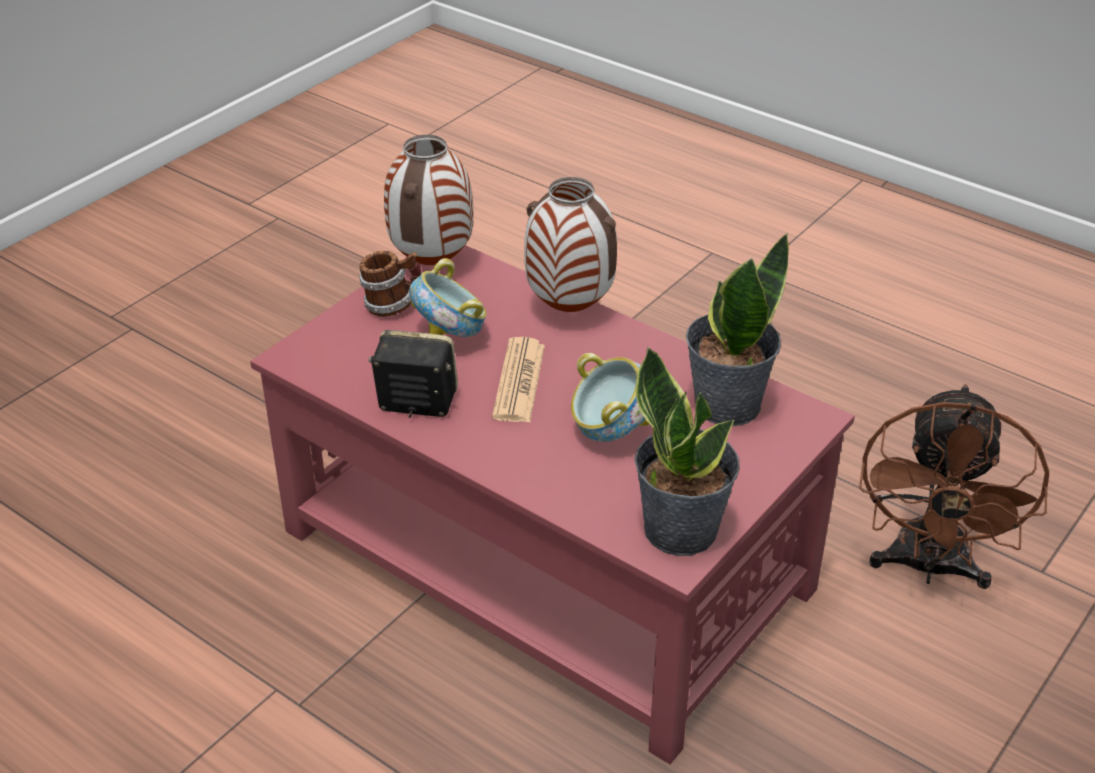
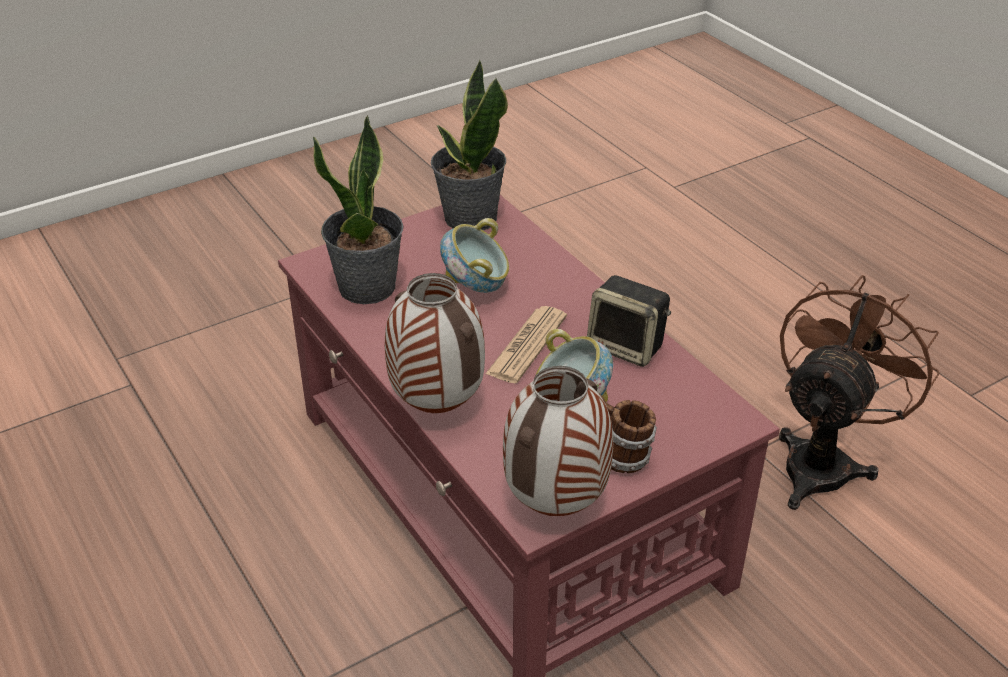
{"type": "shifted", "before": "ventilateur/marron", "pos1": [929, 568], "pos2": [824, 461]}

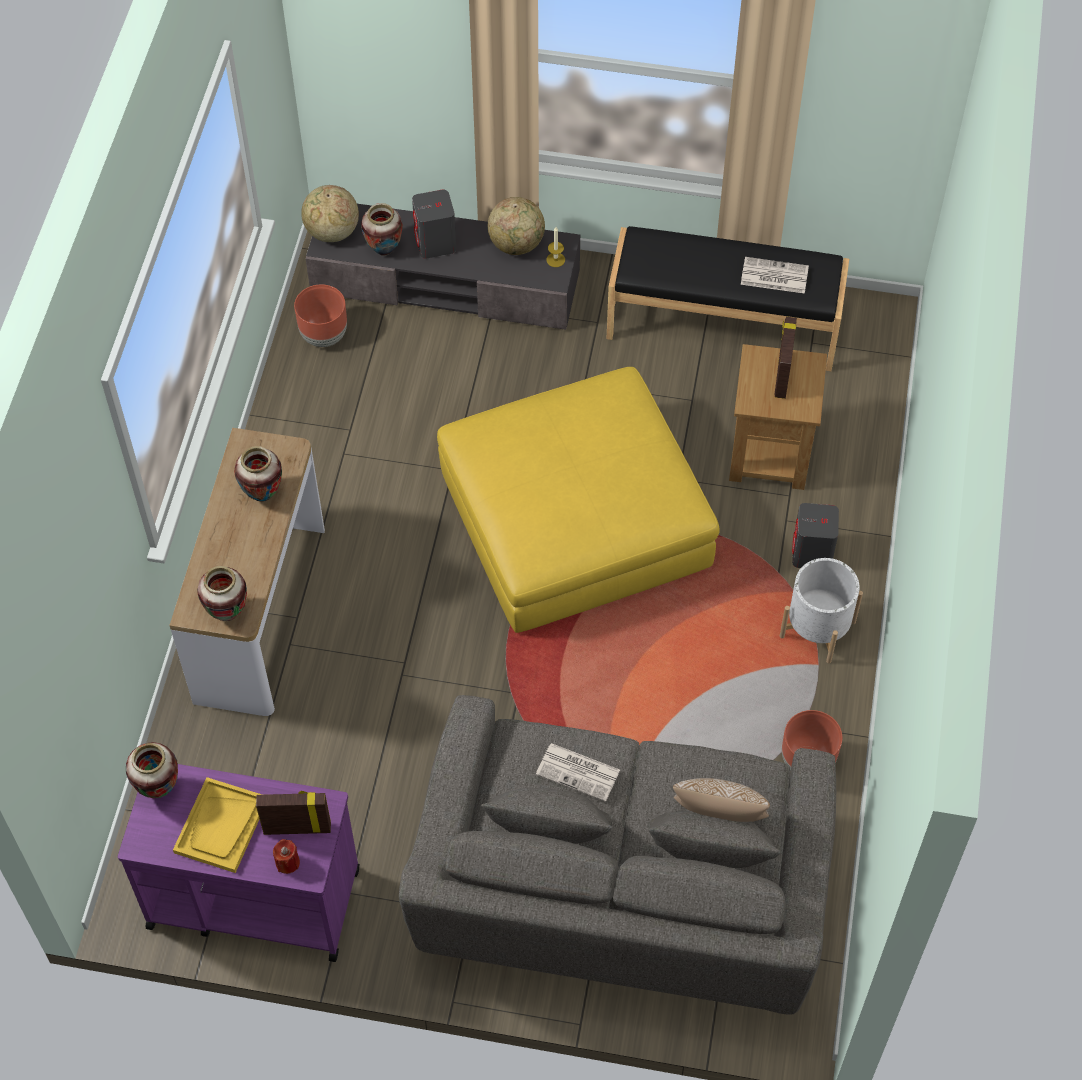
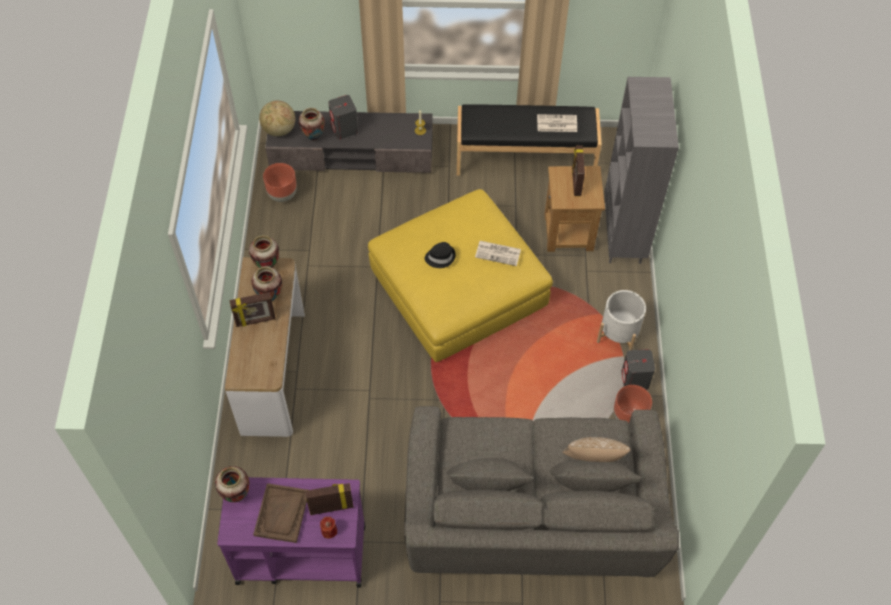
{"type": "gone", "before": "globe", "pos1": [516, 244]}
{"type": "shifted", "before": "enceinte/gris", "pos1": [812, 553], "pos2": [635, 380]}
{"type": "shifted", "before": "vase", "pos1": [228, 613], "pos2": [267, 266]}
{"type": "shifted", "before": "journal", "pos1": [579, 772], "pos2": [498, 253]}
{"type": "repainted", "before": "plateau/jaune", "after": "plateau/marron", "pos1": [221, 826], "pos2": [282, 514]}
{"type": "new", "after": "bibliothèque/gris", "pos2": [624, 236]}
{"type": "new", "after": "chapeau/noir", "pos2": [440, 257]}
{"type": "new", "after": "cadre photo", "pos2": [255, 321]}

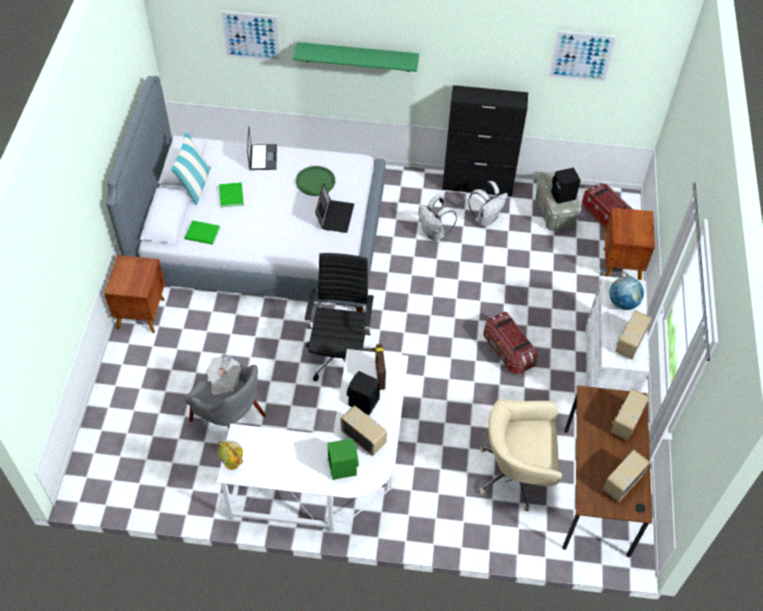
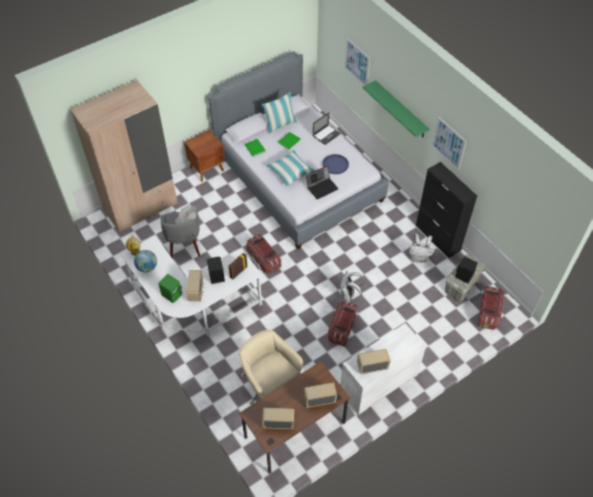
{"type": "shifted", "before": "tableau", "pos1": [581, 56], "pos2": [448, 143]}
{"type": "repainted", "before": "plateau/vert", "after": "plateau/bleu", "pos1": [315, 181], "pos2": [335, 164]}
{"type": "shifted", "before": "sac à dos/blanc", "pos1": [434, 234], "pos2": [349, 295]}
{"type": "gone", "before": "table de chevet/marron", "pos1": [620, 266]}
{"type": "swapped", "before": "chaise de bureau/noir", "after": "boîte de rangement", "pos1": [340, 354], "pos2": [263, 259]}
{"type": "shifted", "before": "globe", "pos1": [623, 303], "pos2": [147, 267]}
{"type": "new", "after": "armoire/beige", "pos2": [140, 207]}
{"type": "new", "after": "coussin", "pos2": [290, 171]}

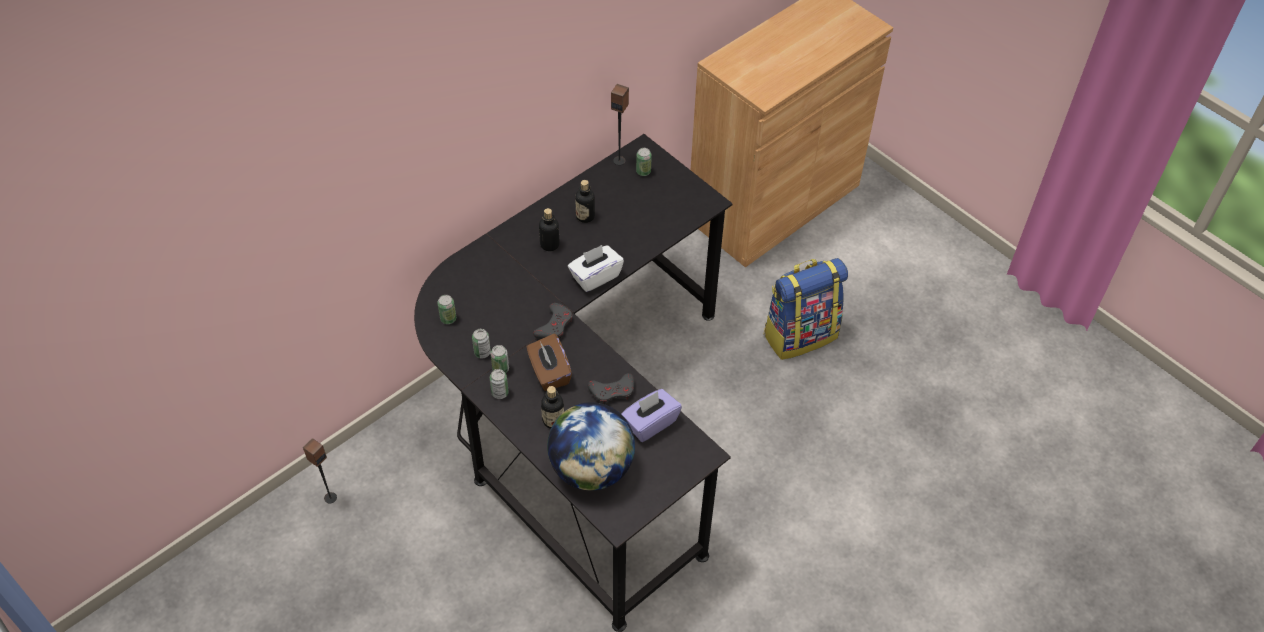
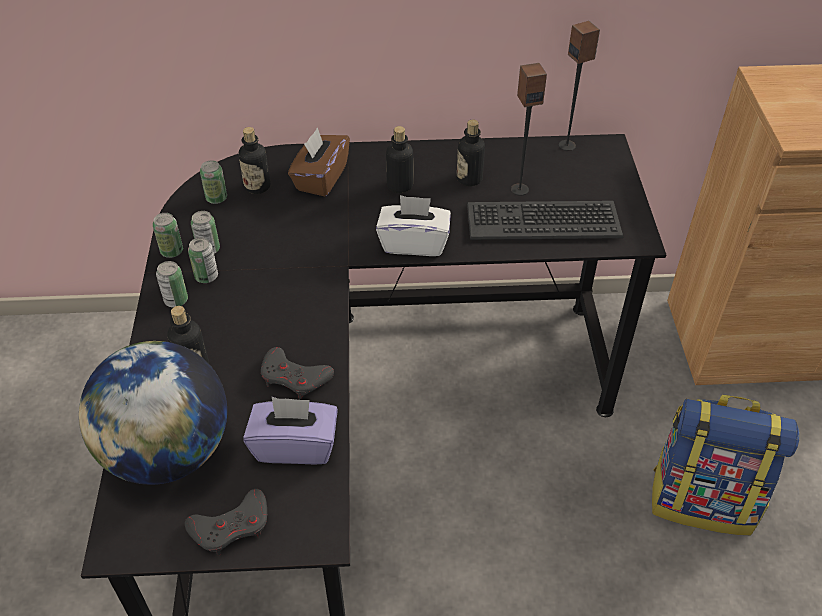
{"type": "shifted", "before": "boîte métallique", "pos1": [643, 171], "pos2": [172, 251]}
{"type": "shifted", "before": "manette/gris", "pos1": [554, 325], "pos2": [231, 526]}
{"type": "shifted", "before": "boîte à mouchoirs/marron", "pos1": [549, 373], "pos2": [320, 178]}
{"type": "shifted", "before": "enceinte", "pos1": [330, 497], "pos2": [519, 189]}
{"type": "new", "after": "bouteille", "pos2": [257, 186]}
{"type": "new", "after": "clavier", "pos2": [543, 220]}

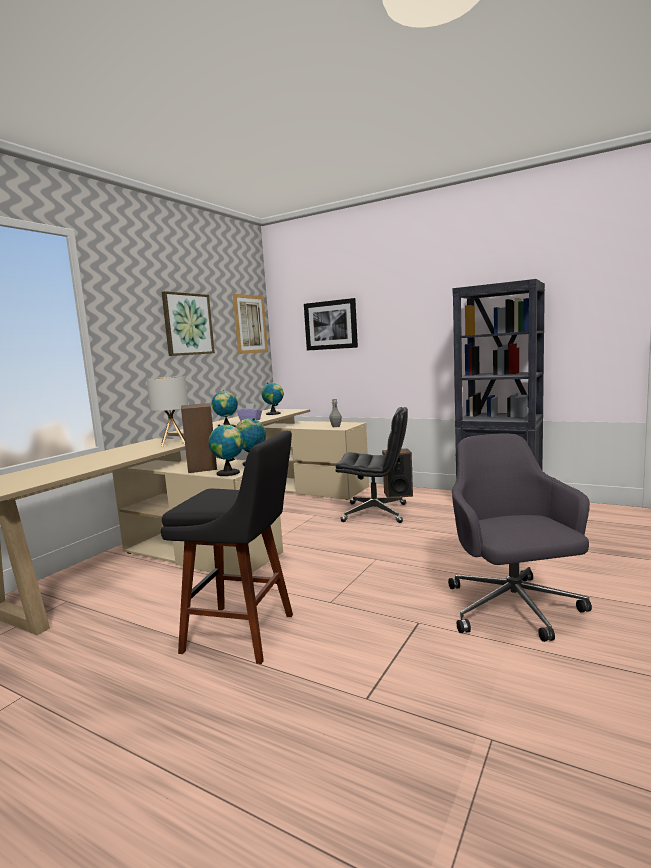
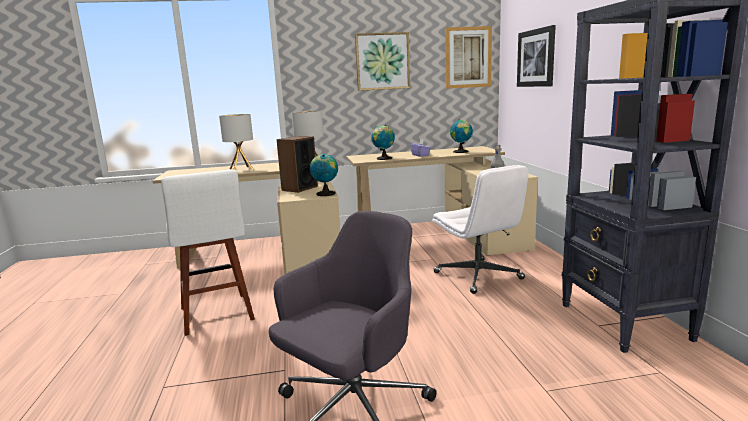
{"type": "repainted", "before": "chaise de bureau/noir", "after": "chaise de bureau/blanc", "pos1": [376, 513], "pos2": [478, 276]}
{"type": "gone", "before": "globe", "pos1": [229, 473]}
{"type": "repainted", "before": "tabouret/noir", "after": "tabouret/blanc", "pos1": [244, 634], "pos2": [217, 315]}
{"type": "gone", "before": "enceinte", "pos1": [398, 494]}
{"type": "new", "after": "lampe de table", "pos2": [241, 169]}

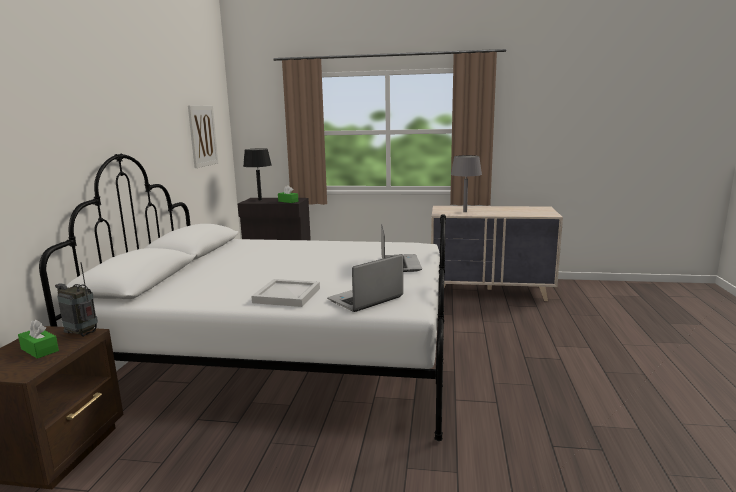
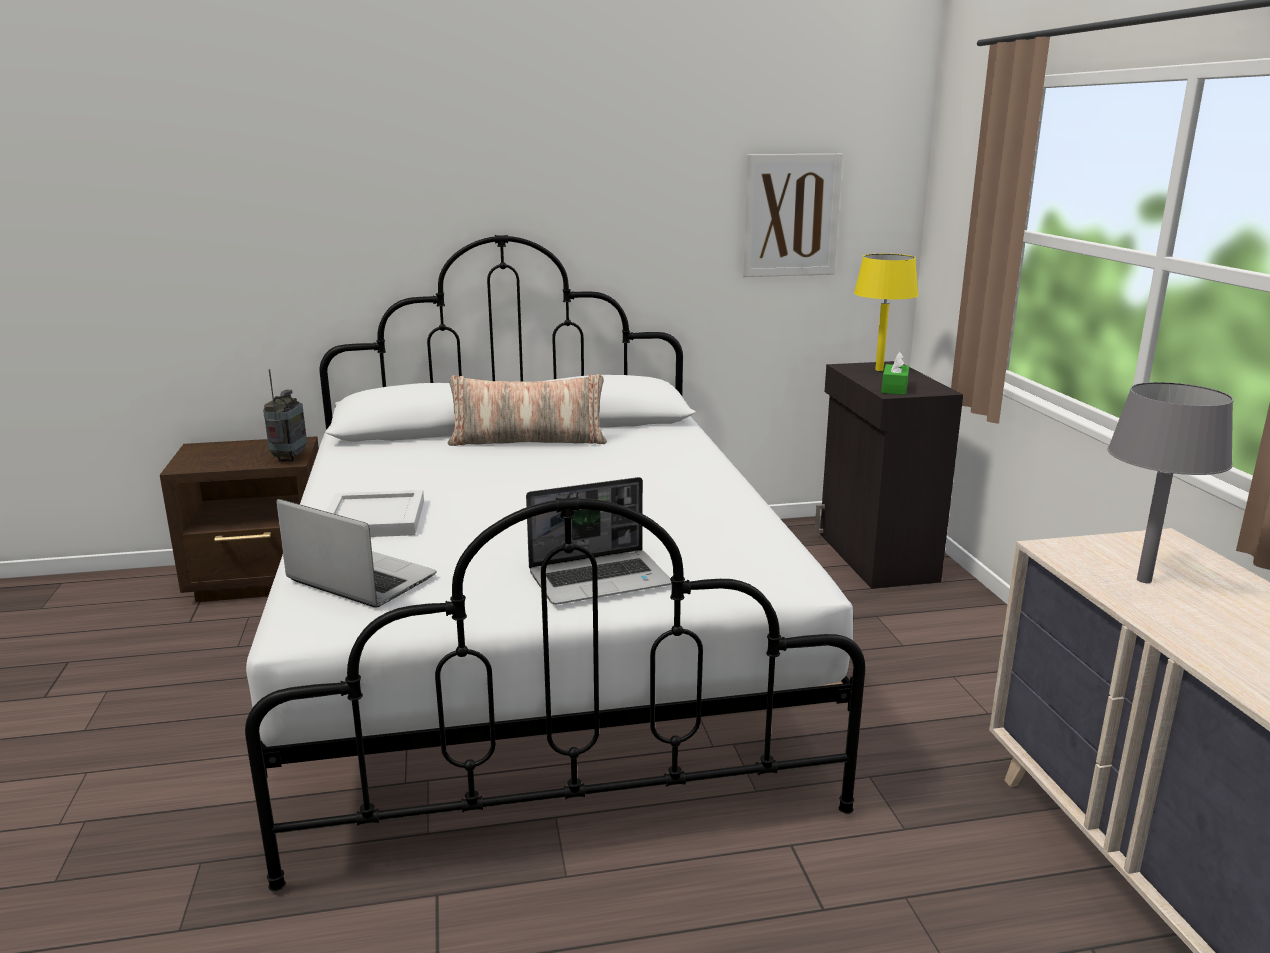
{"type": "repainted", "before": "lampe de table/noir", "after": "lampe de table/jaune", "pos1": [260, 200], "pos2": [879, 370]}
{"type": "gone", "before": "boîte à mouchoirs/vert", "pos1": [39, 350]}
{"type": "new", "after": "coussin", "pos2": [528, 441]}

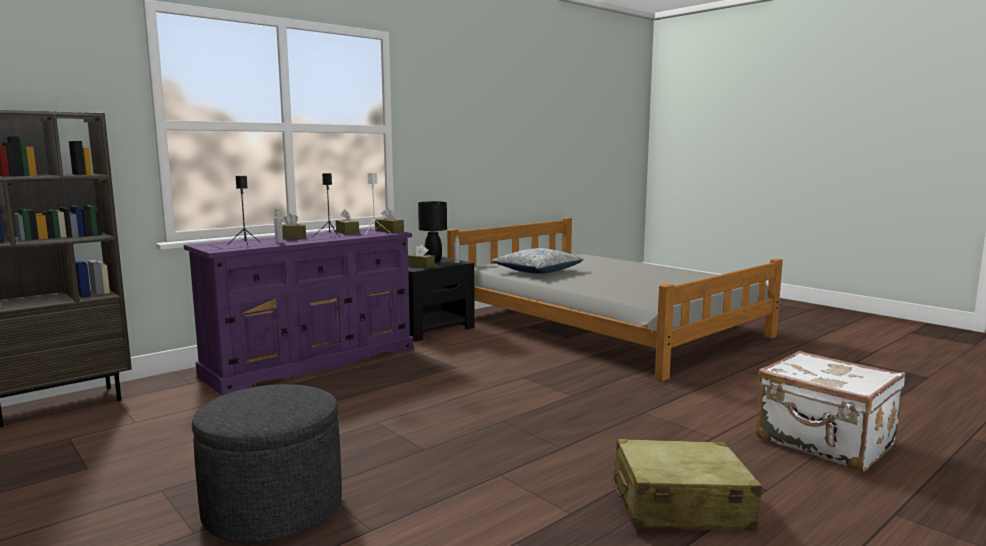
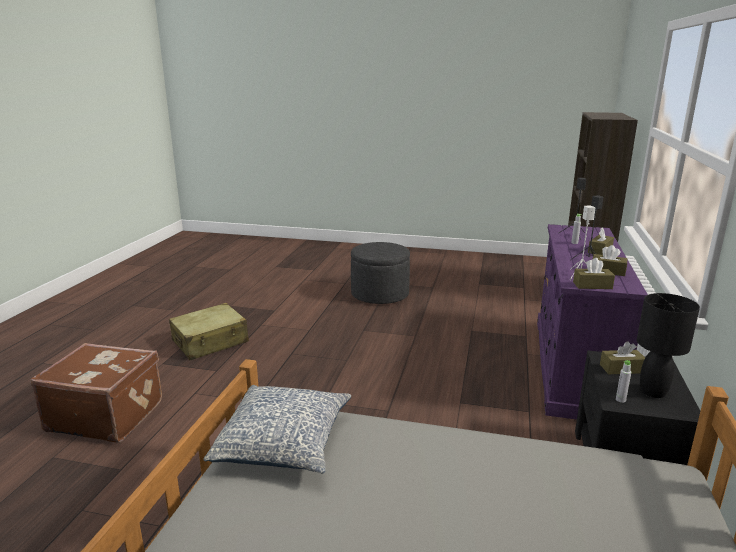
{"type": "shifted", "before": "coussin", "pos1": [538, 271], "pos2": [284, 442]}
{"type": "repainted", "before": "valise/blanc", "after": "valise/marron", "pos1": [824, 443], "pos2": [107, 415]}

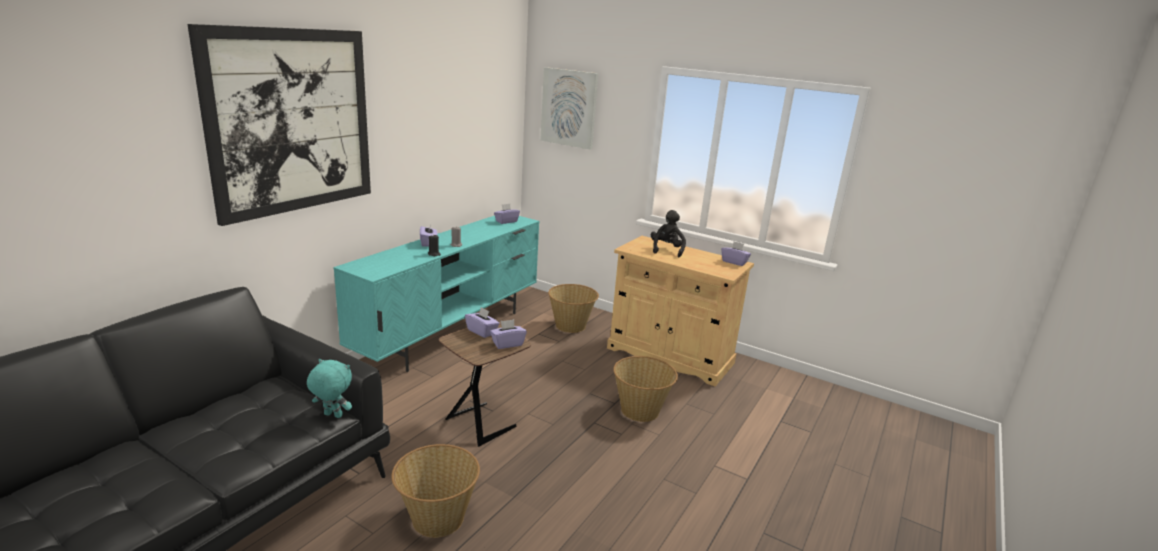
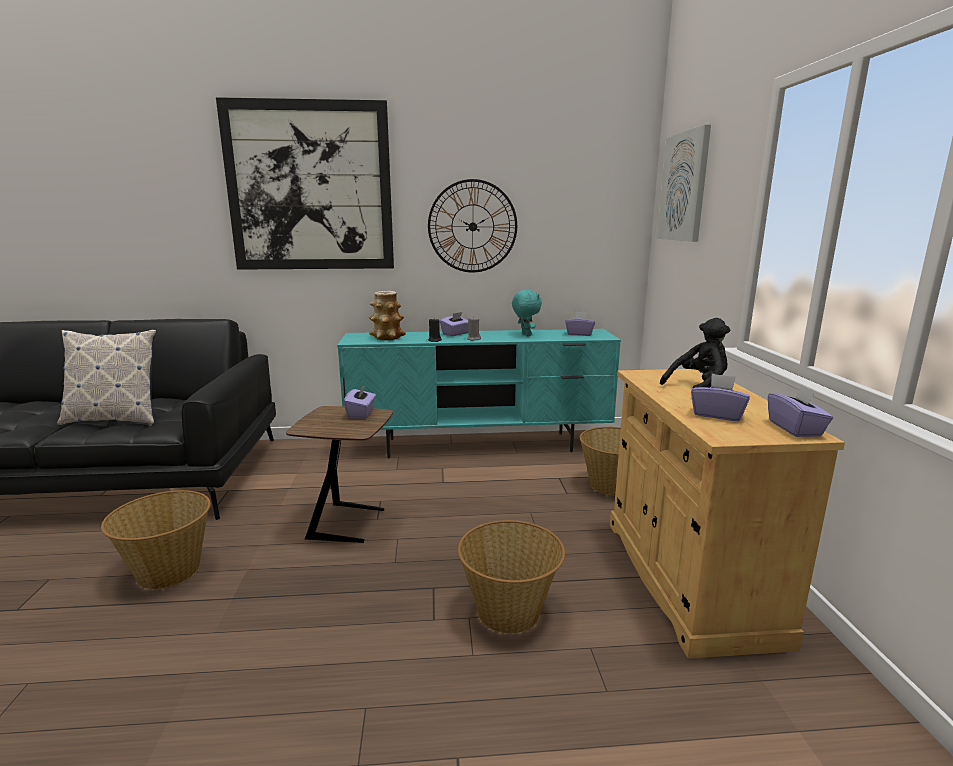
{"type": "shifted", "before": "boîte à mouchoirs/violet", "pos1": [507, 344], "pos2": [717, 415]}
{"type": "shifted", "before": "peluche/turquoise", "pos1": [332, 416], "pos2": [525, 335]}
{"type": "new", "after": "horloge murale", "pos2": [472, 226]}
{"type": "new", "after": "vase", "pos2": [387, 337]}
{"type": "new", "after": "coussin", "pos2": [115, 419]}

